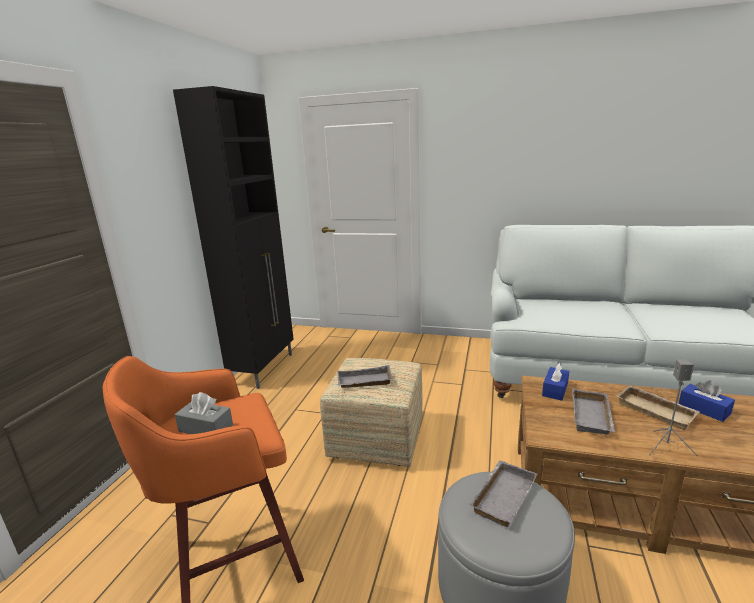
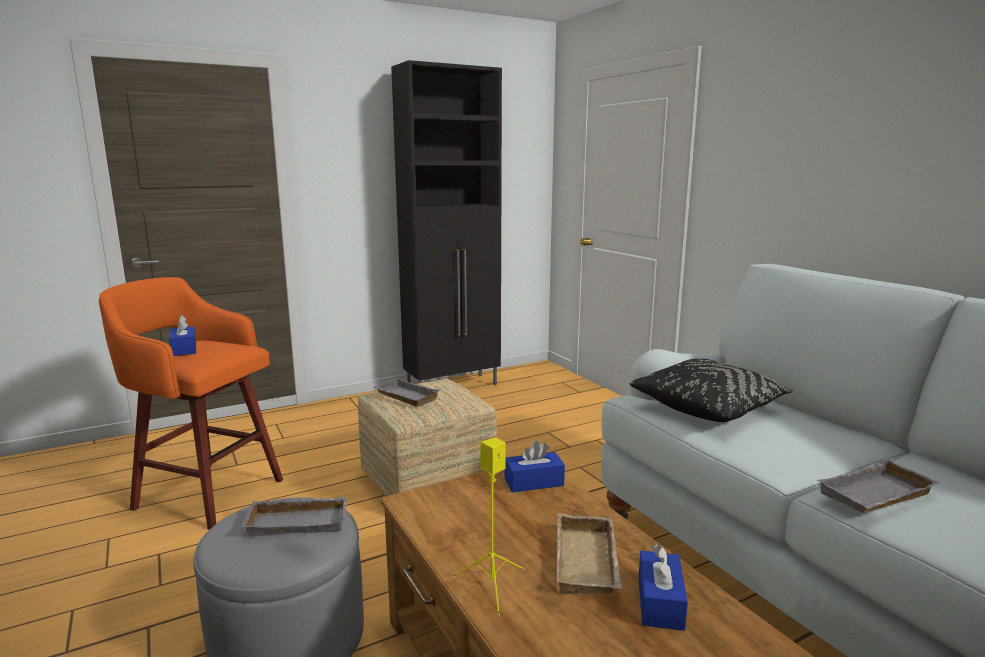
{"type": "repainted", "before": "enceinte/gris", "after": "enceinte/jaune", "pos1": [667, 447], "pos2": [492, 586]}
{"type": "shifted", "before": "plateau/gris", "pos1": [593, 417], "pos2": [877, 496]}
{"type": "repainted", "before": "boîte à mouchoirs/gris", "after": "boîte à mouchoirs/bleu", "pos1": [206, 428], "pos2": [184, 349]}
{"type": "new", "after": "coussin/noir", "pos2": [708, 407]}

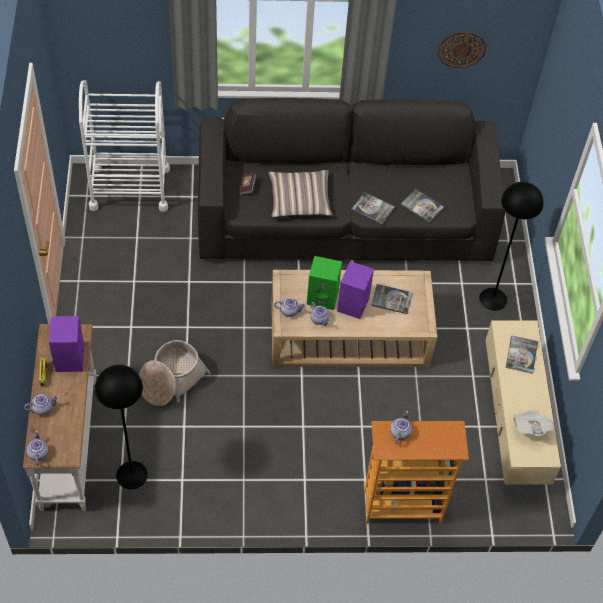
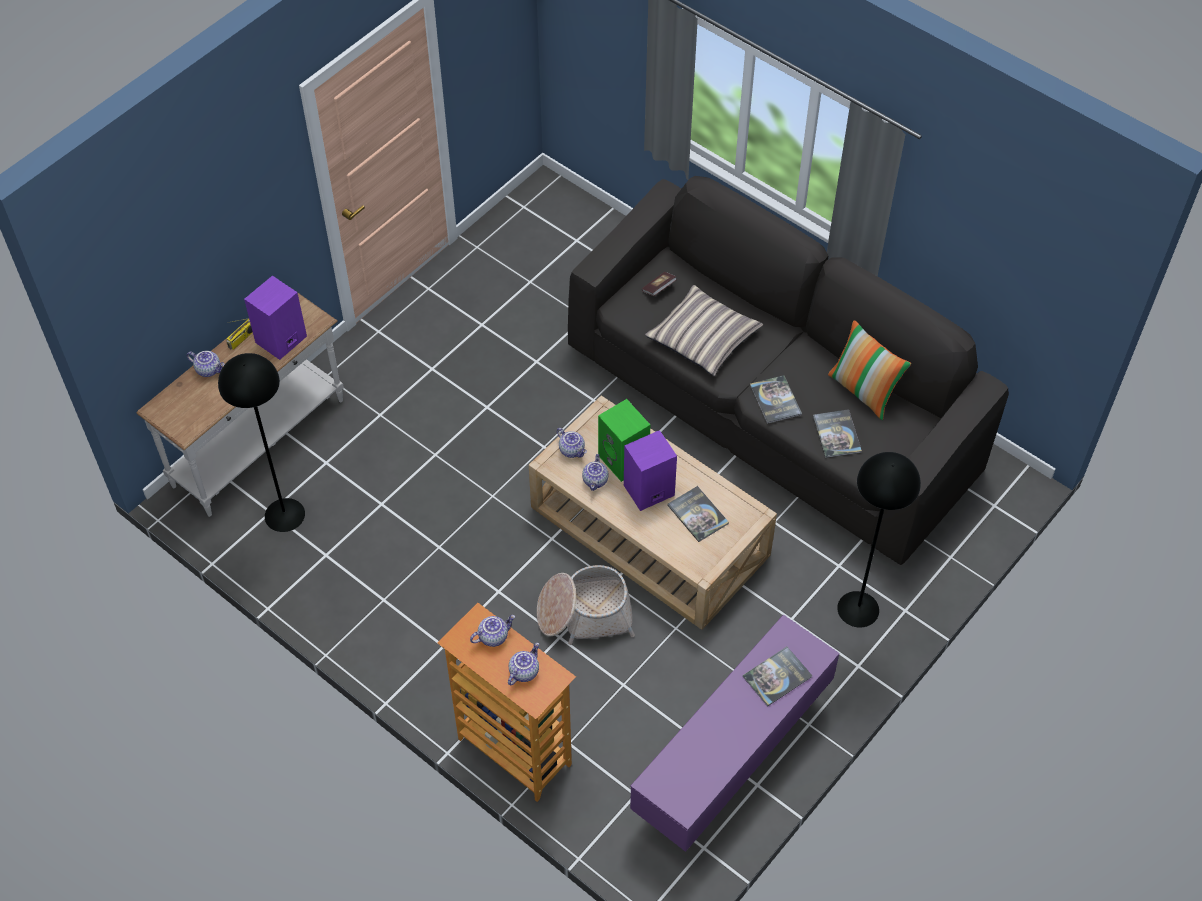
{"type": "gone", "before": "horloge murale", "pos1": [461, 49]}
{"type": "gone", "before": "chariot/blanc", "pos1": [130, 188]}
{"type": "repainted", "before": "meuble télé/beige", "after": "meuble télé/violet", "pos1": [512, 424], "pos2": [730, 760]}
{"type": "shifted", "before": "panier", "pos1": [171, 379], "pos2": [585, 613]}
{"type": "gone", "before": "journal", "pos1": [530, 427]}
{"type": "shifted", "before": "théière", "pos1": [38, 453], "pos2": [523, 671]}
{"type": "new", "after": "coussin", "pos2": [863, 391]}

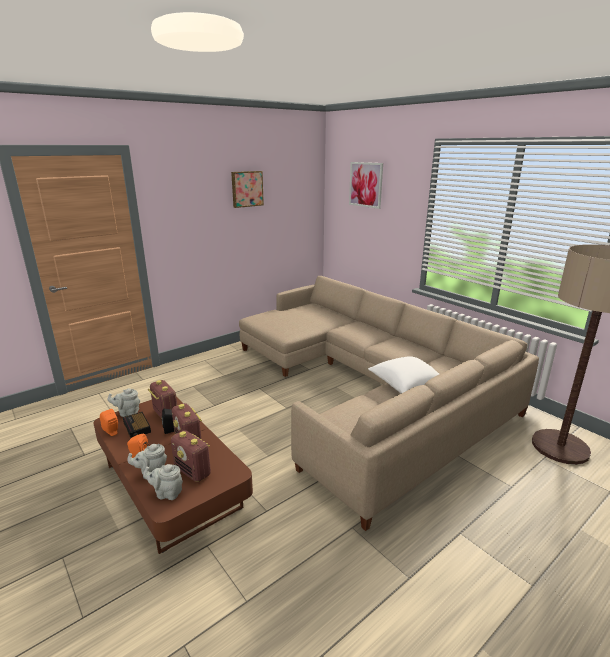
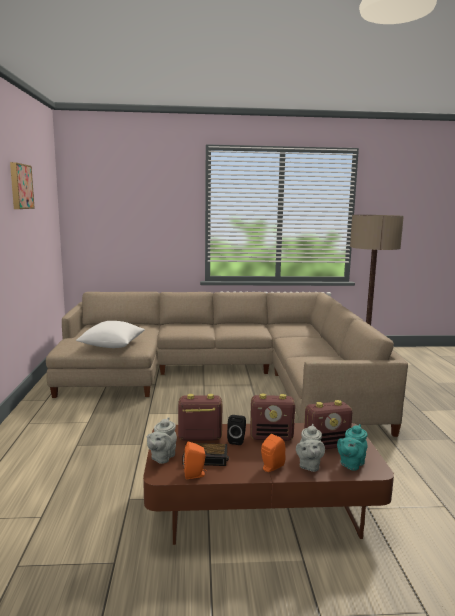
{"type": "gone", "before": "tableau", "pos1": [366, 184]}
{"type": "shifted", "before": "coussin/blanc", "pos1": [406, 385], "pos2": [112, 345]}
{"type": "repainted", "before": "théière/gris", "after": "théière/turquoise", "pos1": [167, 493], "pos2": [351, 464]}

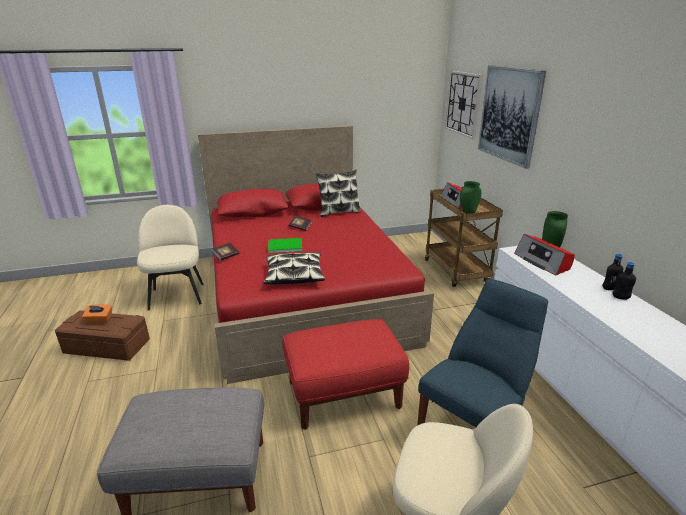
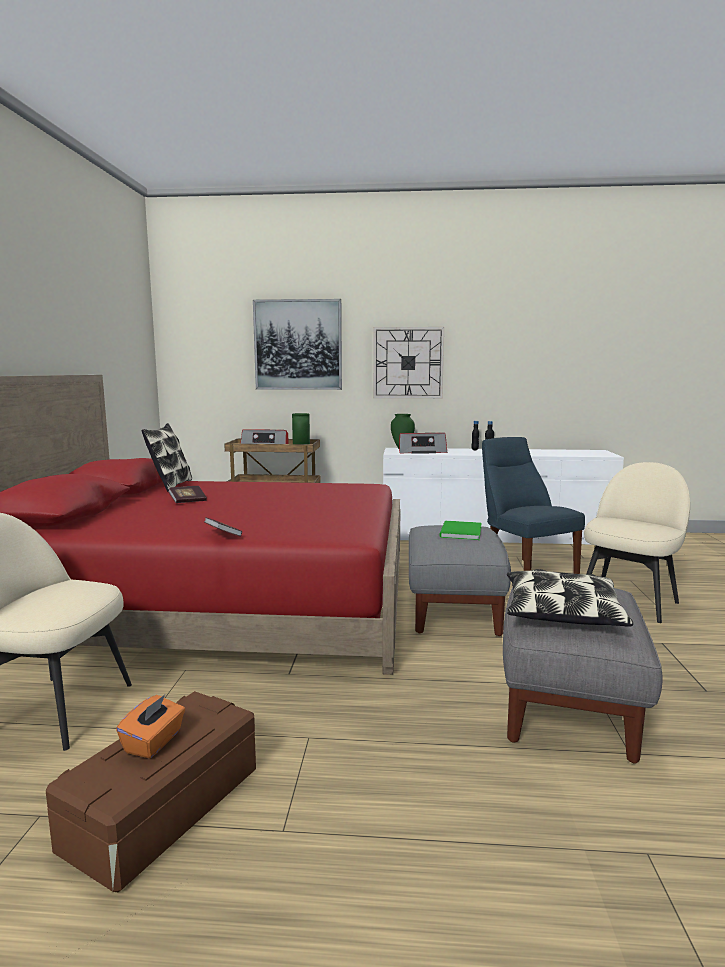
{"type": "shifted", "before": "horloge murale", "pos1": [463, 103], "pos2": [408, 363]}
{"type": "shifted", "before": "livre/vert", "pos1": [284, 246], "pos2": [459, 532]}
{"type": "shifted", "before": "coussin", "pos1": [294, 275], "pos2": [562, 612]}
{"type": "repainted", "before": "pouf/rouge", "after": "pouf/gris", "pos1": [344, 395], "pos2": [453, 610]}

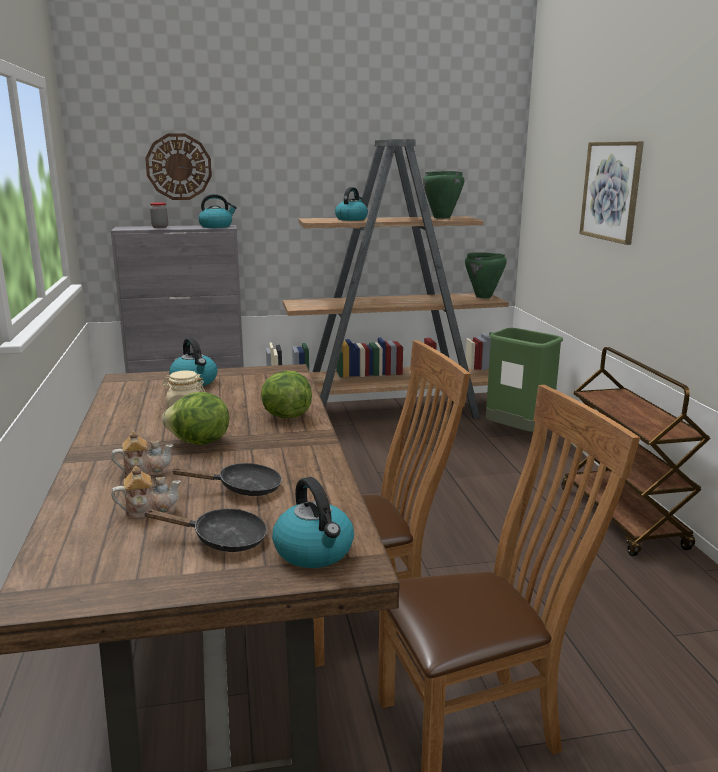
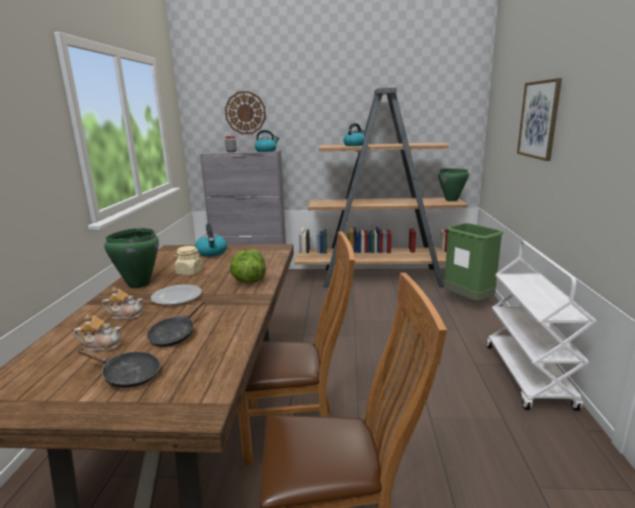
{"type": "shifted", "before": "marmite/vert", "pos1": [441, 217], "pos2": [138, 284]}
{"type": "repainted", "before": "chariot/marron", "after": "chariot/blanc", "pos1": [622, 518], "pos2": [528, 376]}
{"type": "swapped", "before": "laitue", "after": "assiette", "pos1": [199, 443], "pos2": [177, 297]}
{"type": "rotated", "before": "poêle/noir", "pos1": [243, 488], "pos2": [175, 335], "turn": 105}
{"type": "gone", "before": "bouilloire", "pos1": [315, 551]}

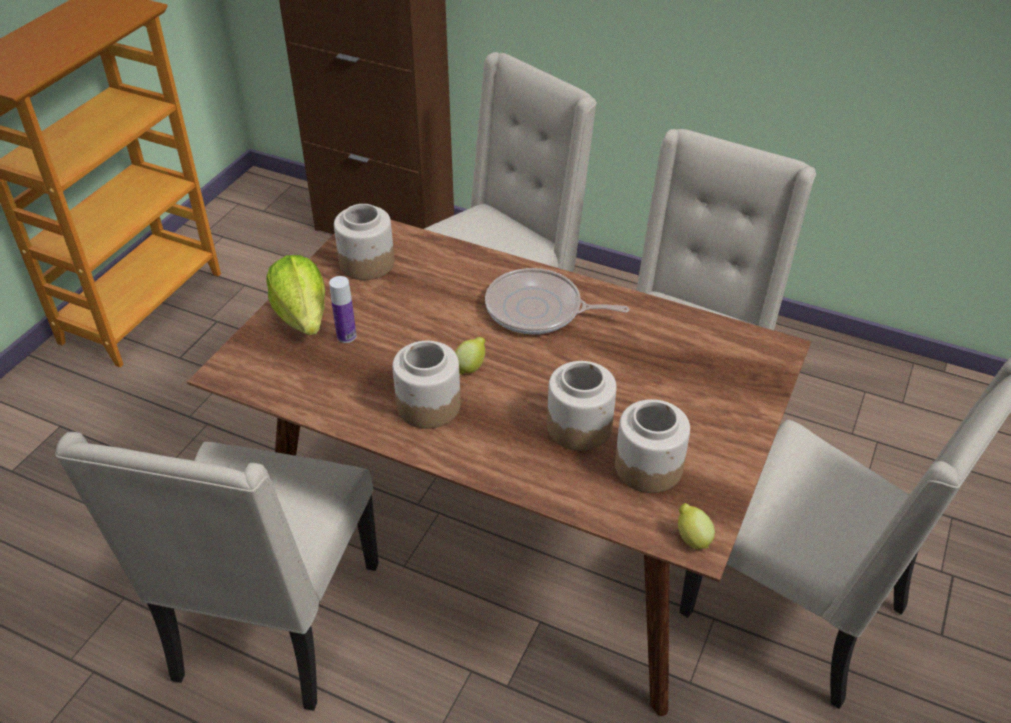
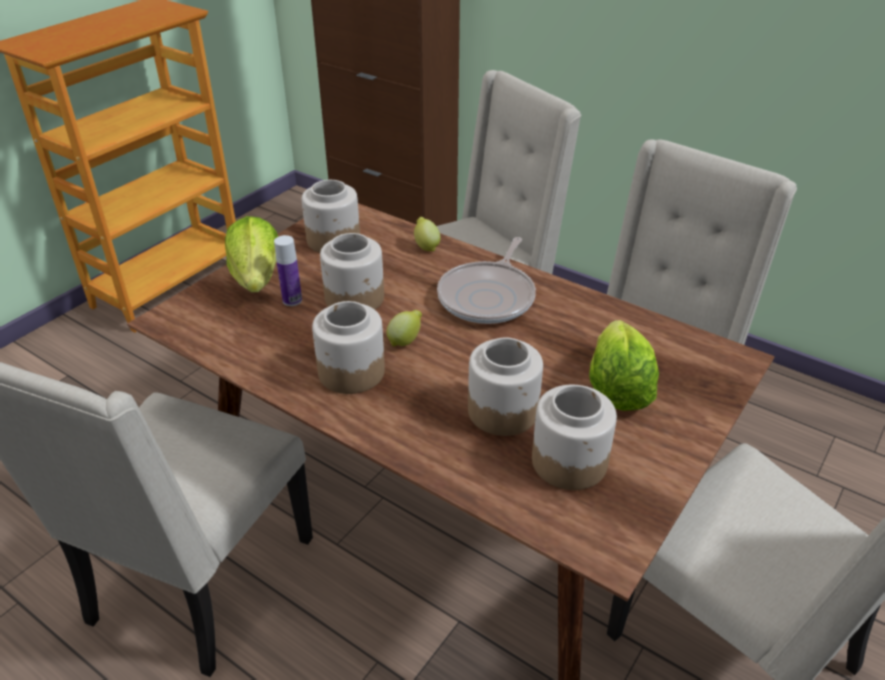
{"type": "rotated", "before": "poêle", "pos1": [538, 310], "pos2": [489, 297], "turn": -90}
{"type": "shifted", "before": "citron", "pos1": [692, 538], "pos2": [426, 246]}
{"type": "new", "after": "bocal", "pos2": [355, 298]}
{"type": "new", "after": "laitue", "pos2": [617, 388]}

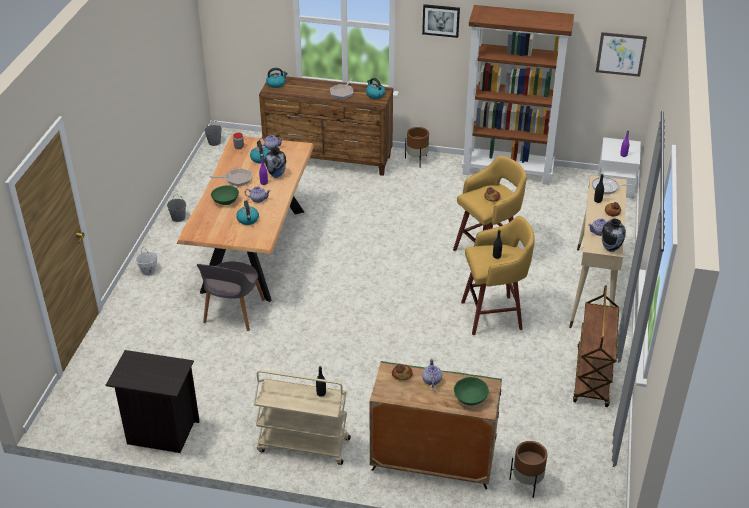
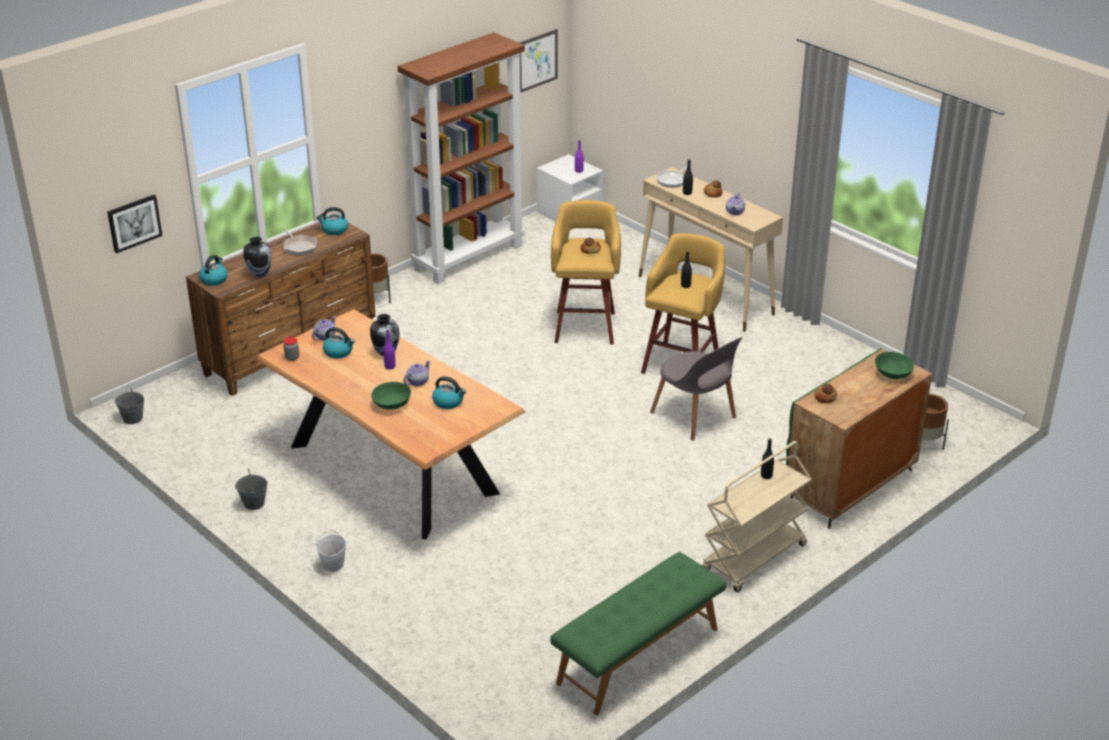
{"type": "shifted", "before": "tableau", "pos1": [441, 20], "pos2": [134, 223]}
{"type": "gone", "before": "poêle", "pos1": [236, 179]}
{"type": "shifted", "before": "vase", "pos1": [611, 248], "pos2": [260, 274]}
{"type": "shifted", "before": "chaise/gris", "pos1": [233, 313], "pos2": [695, 417]}
{"type": "gone", "before": "chariot/marron", "pos1": [592, 377]}
{"type": "swapped", "before": "table de chevet/noir", "after": "banc/vert", "pos1": [160, 432], "pos2": [639, 656]}
{"type": "gone", "before": "théière", "pos1": [431, 380]}

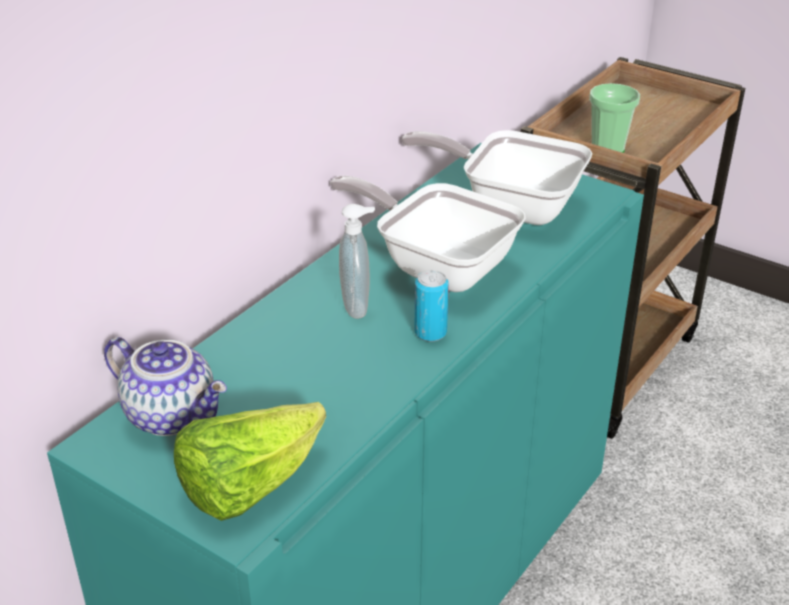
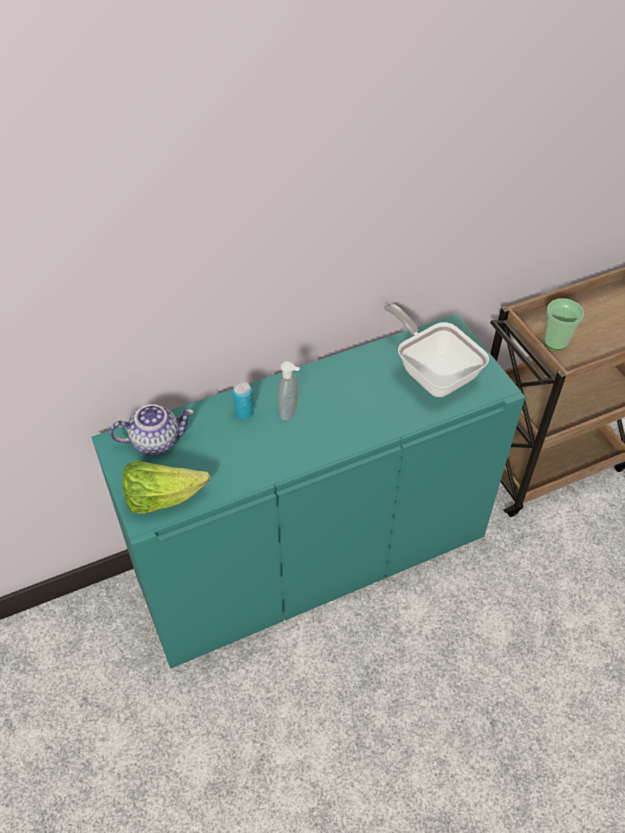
{"type": "gone", "before": "poêle", "pos1": [437, 265]}
{"type": "shifted", "before": "boîte métallique", "pos1": [430, 333], "pos2": [244, 413]}
{"type": "rotated", "before": "théière", "pos1": [173, 415], "pos2": [156, 440], "turn": -75}

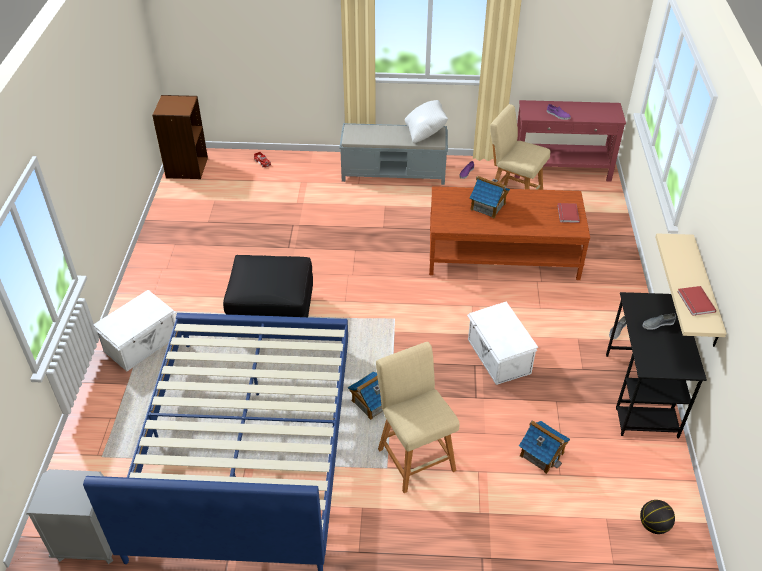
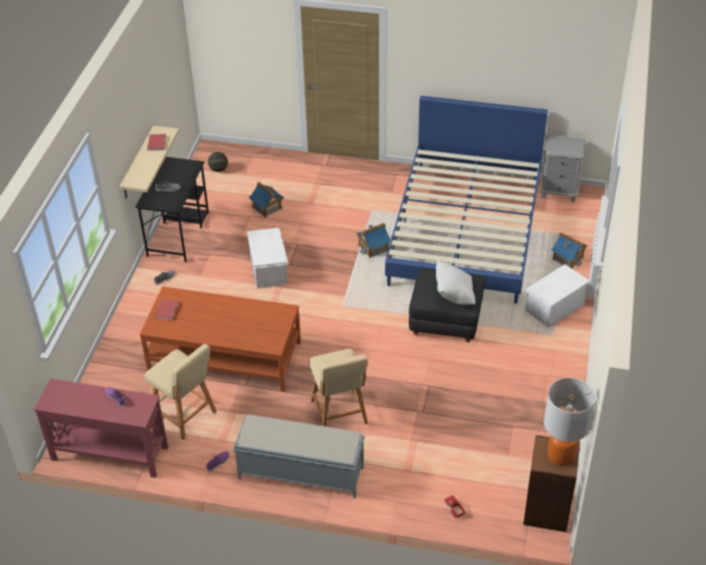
{"type": "shifted", "before": "coussin/blanc", "pos1": [425, 133], "pos2": [454, 295]}
{"type": "shifted", "before": "maison miniature", "pos1": [488, 207], "pos2": [567, 258]}
{"type": "shifted", "before": "tabouret/beige", "pos1": [414, 456], "pos2": [339, 414]}
{"type": "new", "after": "lampe de table", "pos2": [561, 456]}

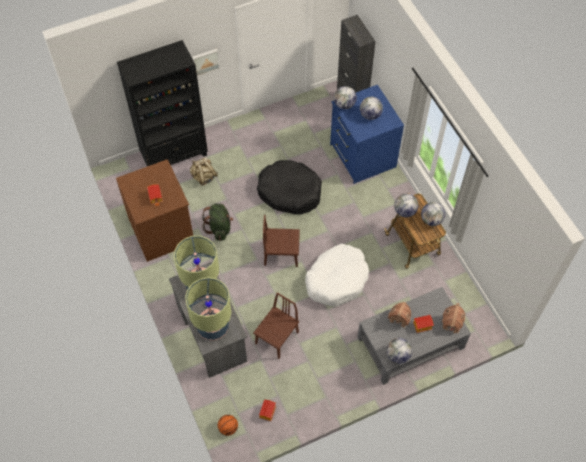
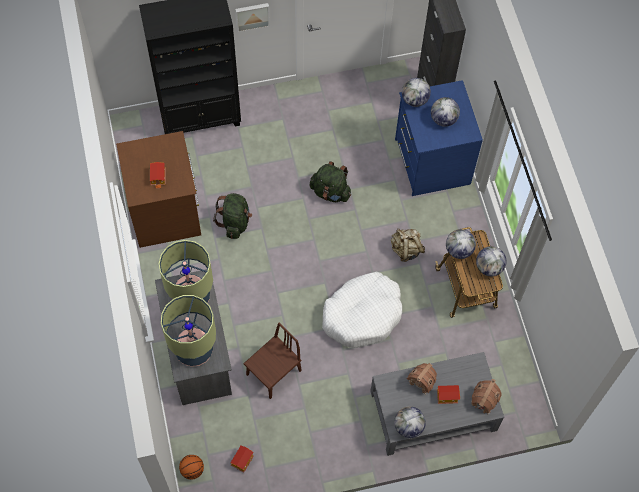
{"type": "shifted", "before": "sac à dos/beige", "pos1": [204, 177], "pos2": [406, 249]}
{"type": "swapped", "before": "panier pour chien/noir", "after": "sac à dos/vert", "pos1": [289, 192], "pos2": [330, 192]}
{"type": "gone", "before": "chaise/marron", "pos1": [281, 254]}

